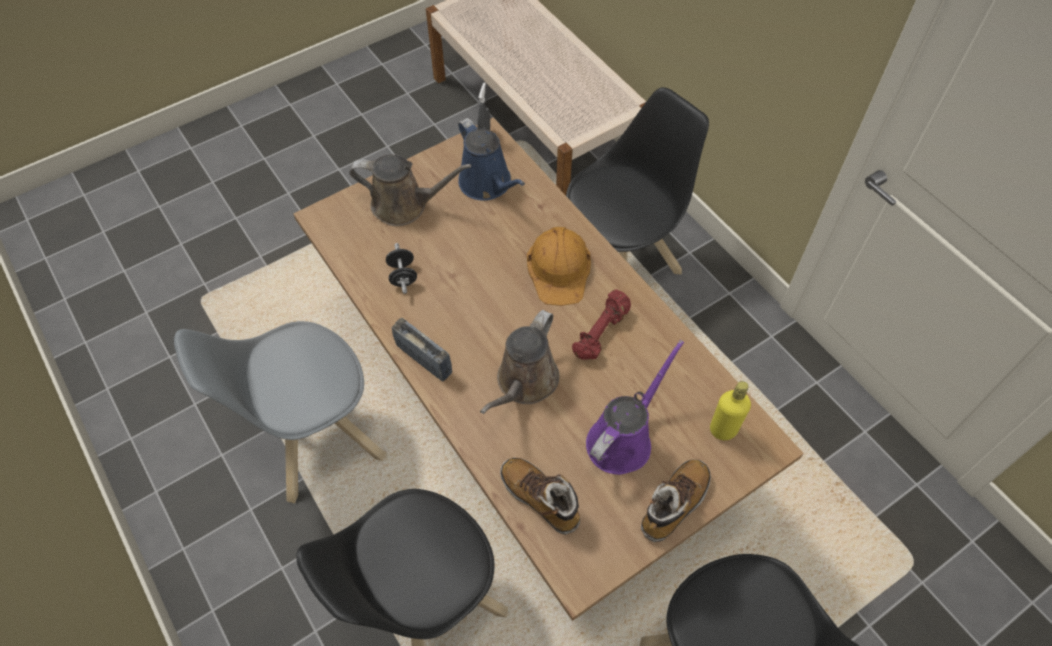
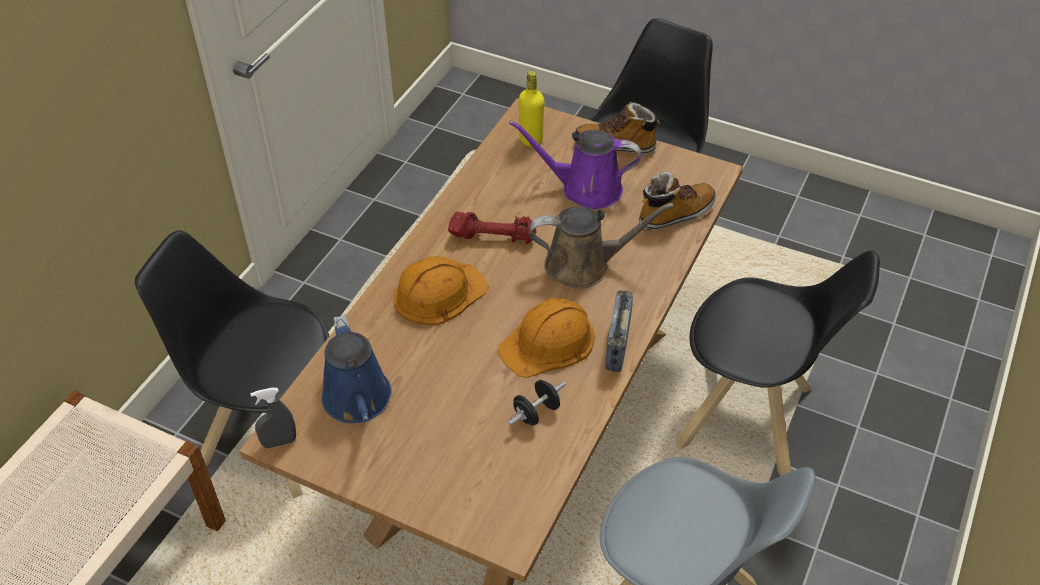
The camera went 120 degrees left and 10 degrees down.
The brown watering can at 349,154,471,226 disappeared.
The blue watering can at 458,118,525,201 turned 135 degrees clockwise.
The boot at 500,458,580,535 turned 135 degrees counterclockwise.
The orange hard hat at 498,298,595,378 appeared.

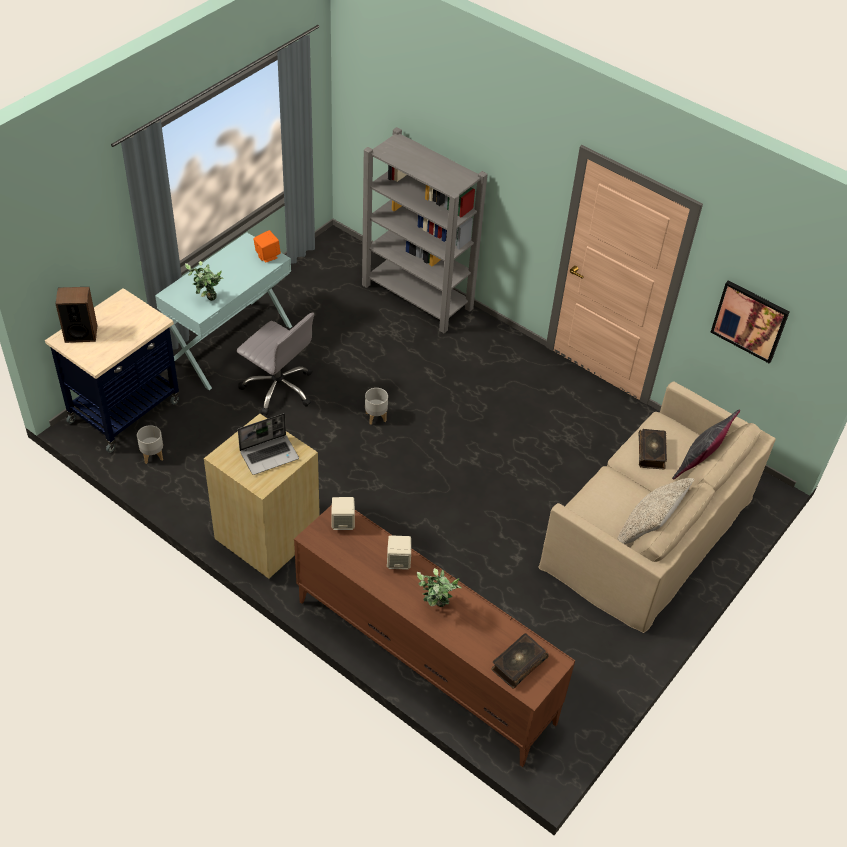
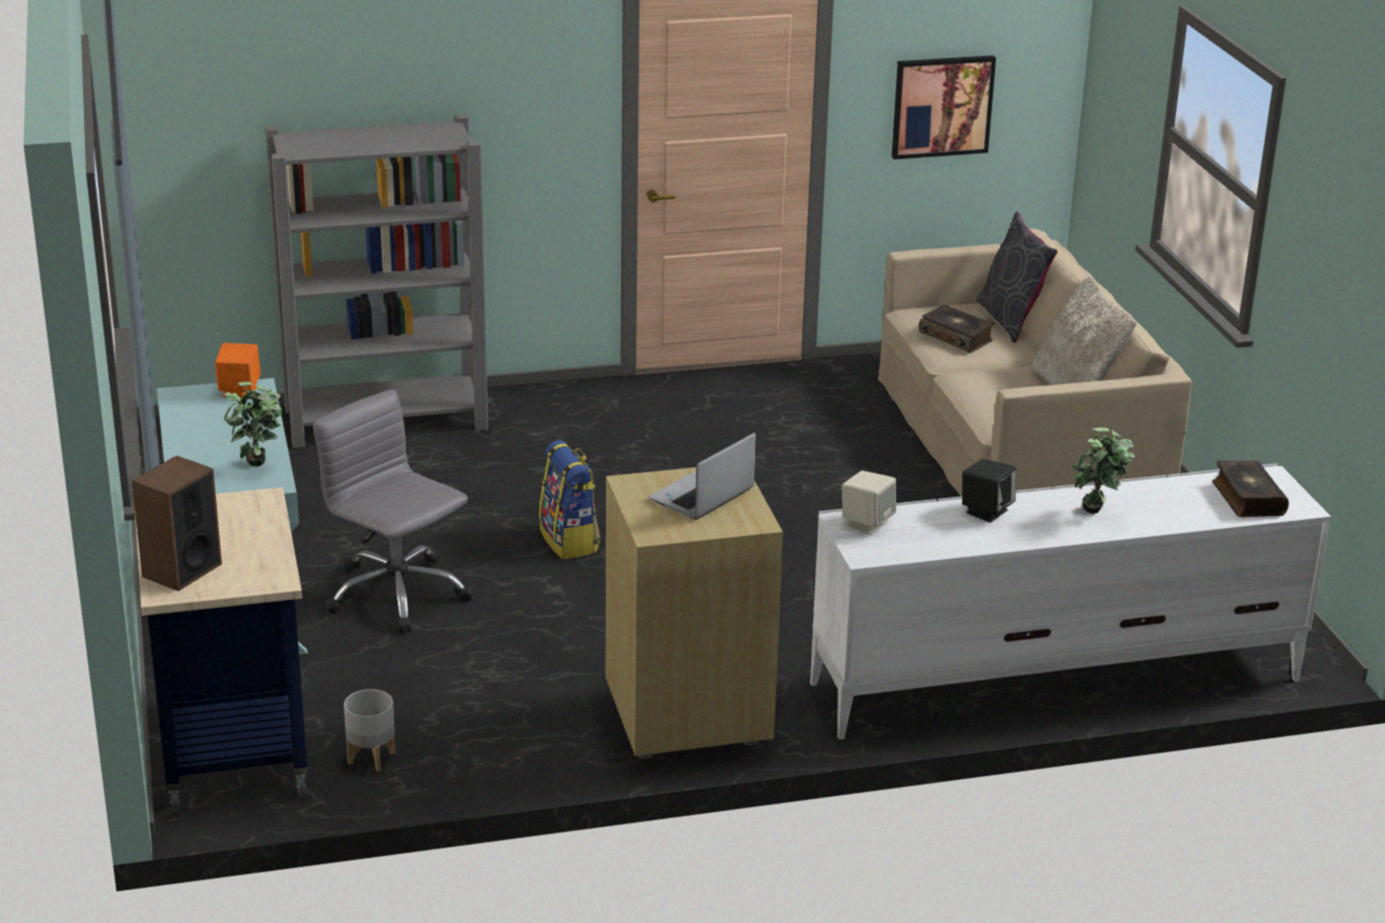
The camera went 50 degrees left and 20 degrees down.
The grey office chair at 237,313,314,415 turned 120 degrees counterclockwise.
The laptop at 238,413,299,475 turned 150 degrees counterclockwise.
The brown cabinet at 294,505,575,767 became the white cabinet at 810,464,1331,740.
The grey planter at 365,388,388,425 was replaced by the backpack at 539,440,600,560.
The beige speaker at 387,535,411,570 became the black speaker at 962,459,1016,523.

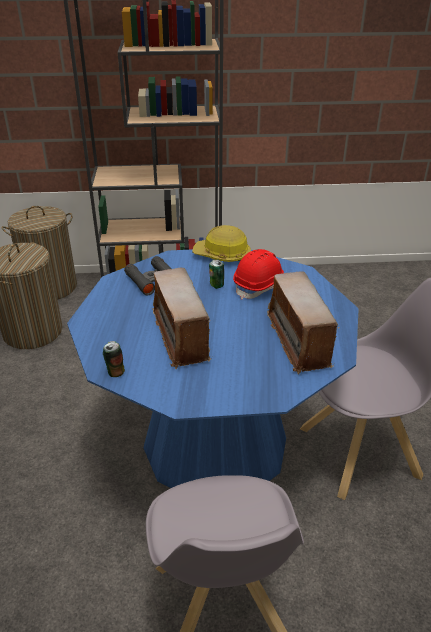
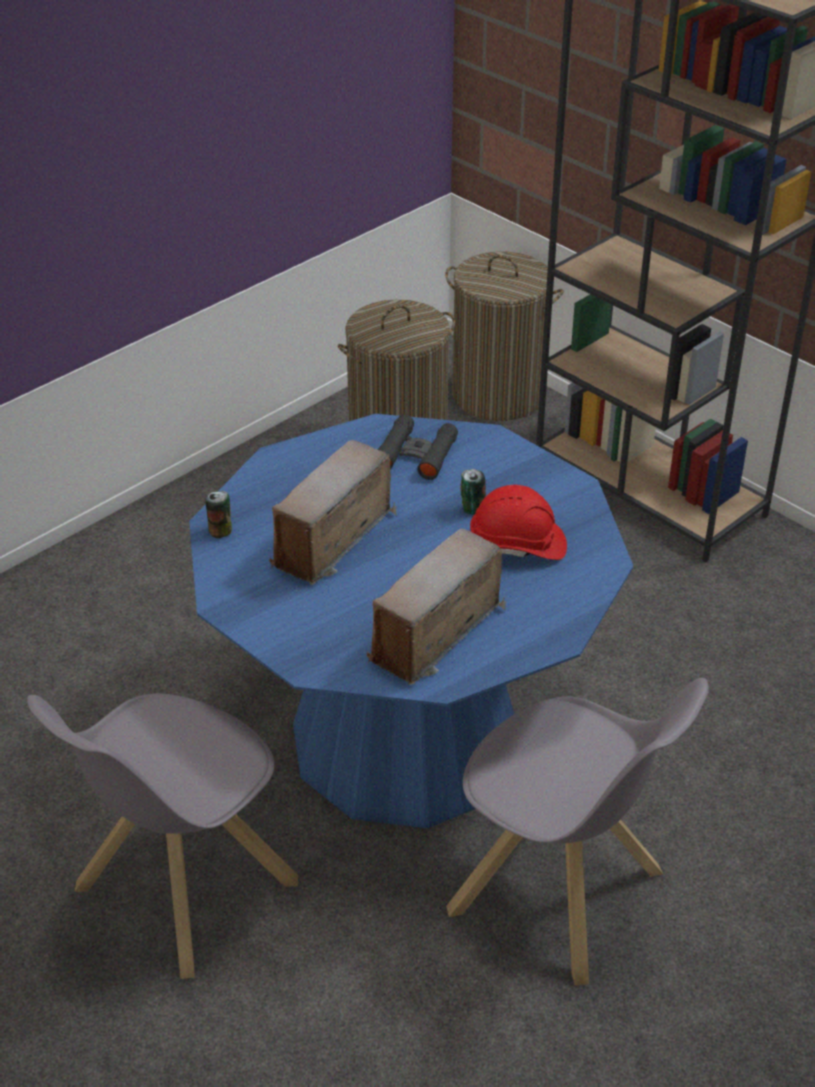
The camera went 50 degrees right and 5 degrees up.
The hard hat at 192,225,251,262 disappeared.

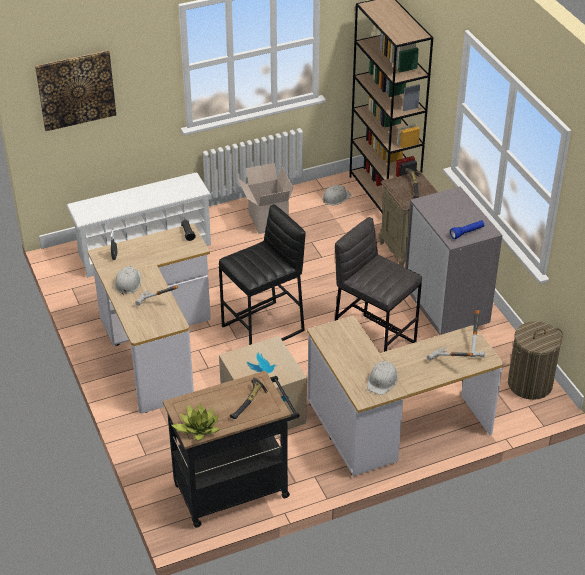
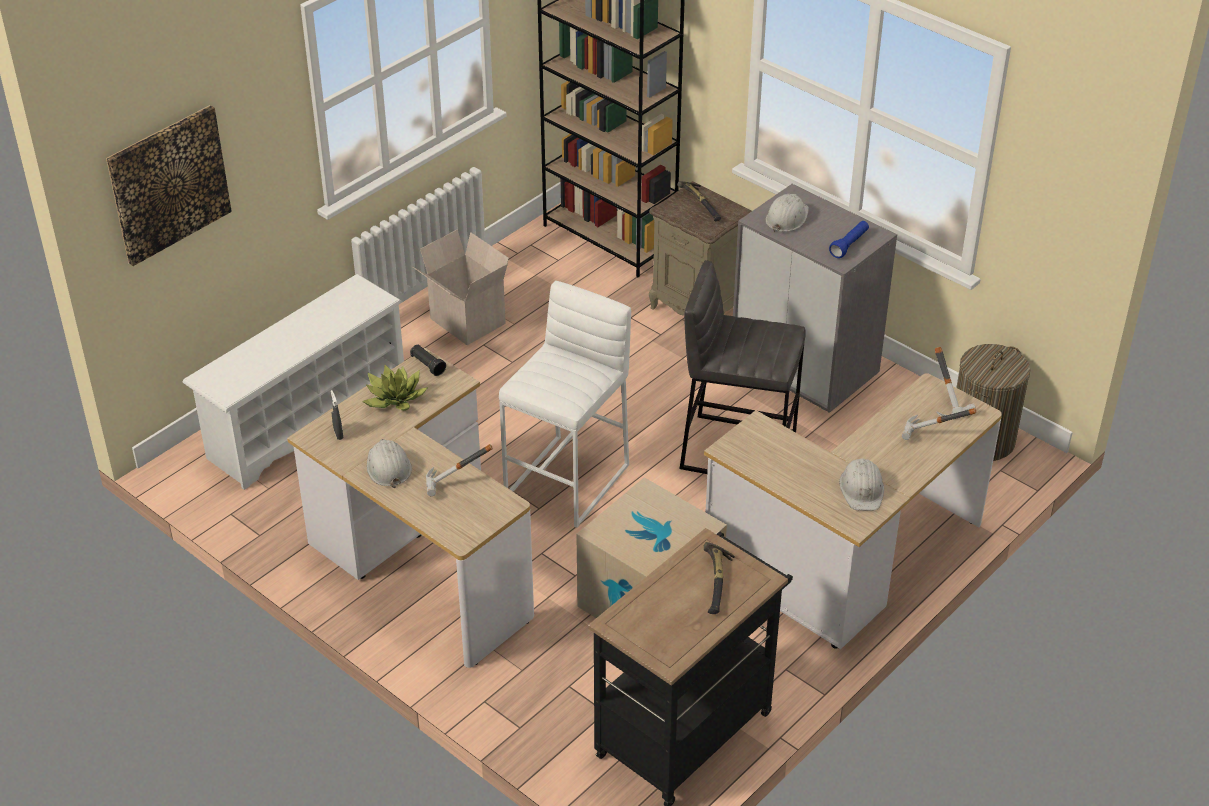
The camera went 25 degrees left and 0 degrees up.
The potted plant moved from 171,403,220,441 to 362,365,428,411.
The black stool at 219,204,306,345 became the white stool at 499,281,631,528.
The white hard hat moved from 322,185,351,205 to 765,194,809,232.

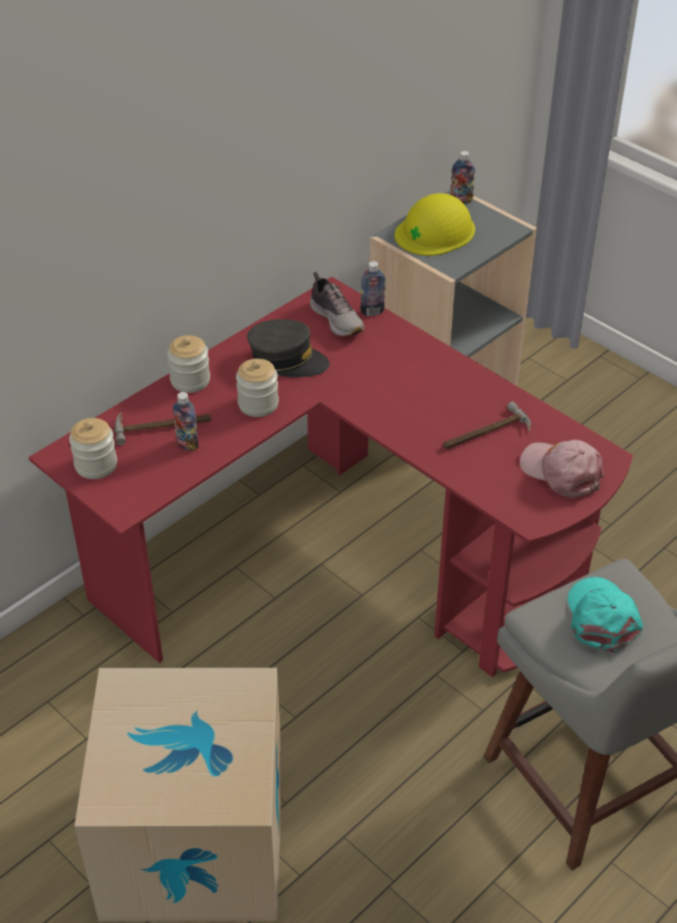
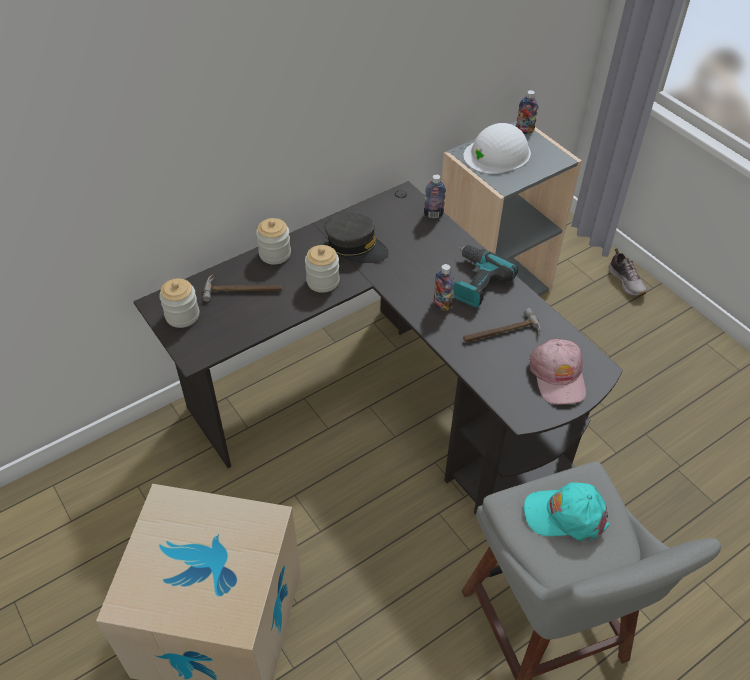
The camera went 10 degrees right and 5 degrees up.
The red desk at 29,277,633,677 became the black desk at 133,181,623,514.
The bottle moved from 173,392,199,451 to 434,264,454,311.
The shoe moved from 310,272,364,336 to 608,248,647,296.
The yellow hard hat at 394,193,475,256 became the white hard hat at 463,123,531,174.
The pink cap at 520,440,604,498 turned 150 degrees counterclockwise.
The turquoise cap at 568,577,643,653 turned 90 degrees counterclockwise.
The power drill at 453,245,518,308 appeared.

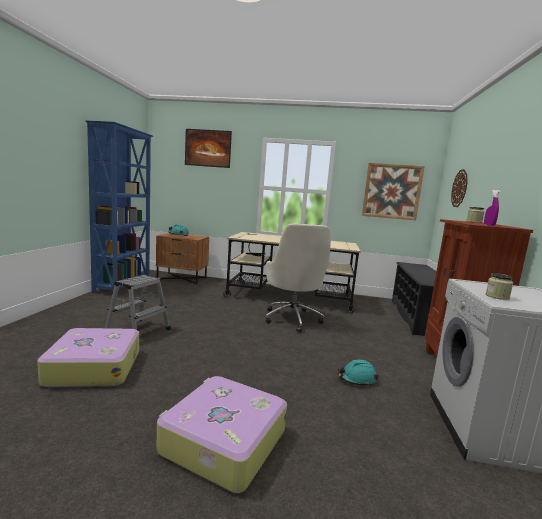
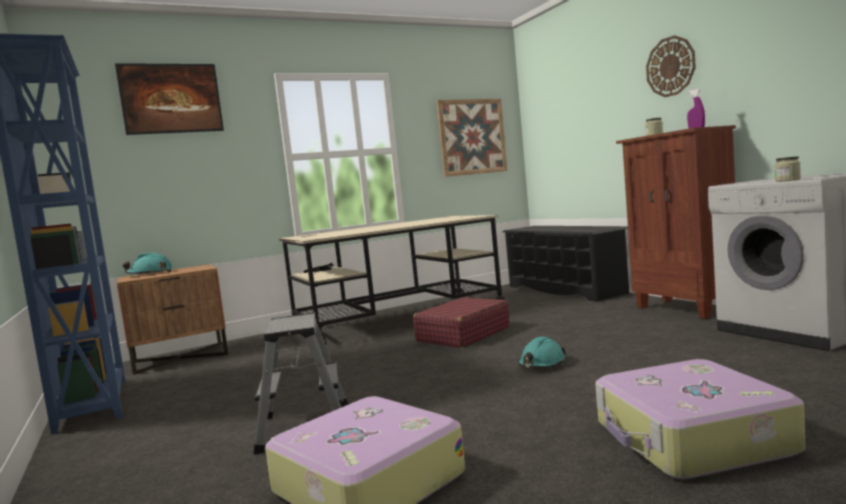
The camera went 35 degrees left and 5 degrees down.
The beige office chair at 266,224,331,333 was replaced by the red suitcase at 413,297,509,348.
The turquoise hard hat moved from 338,359,378,387 to 518,337,566,368.
The wall clock moved from 451,169,468,207 to 646,35,696,97.

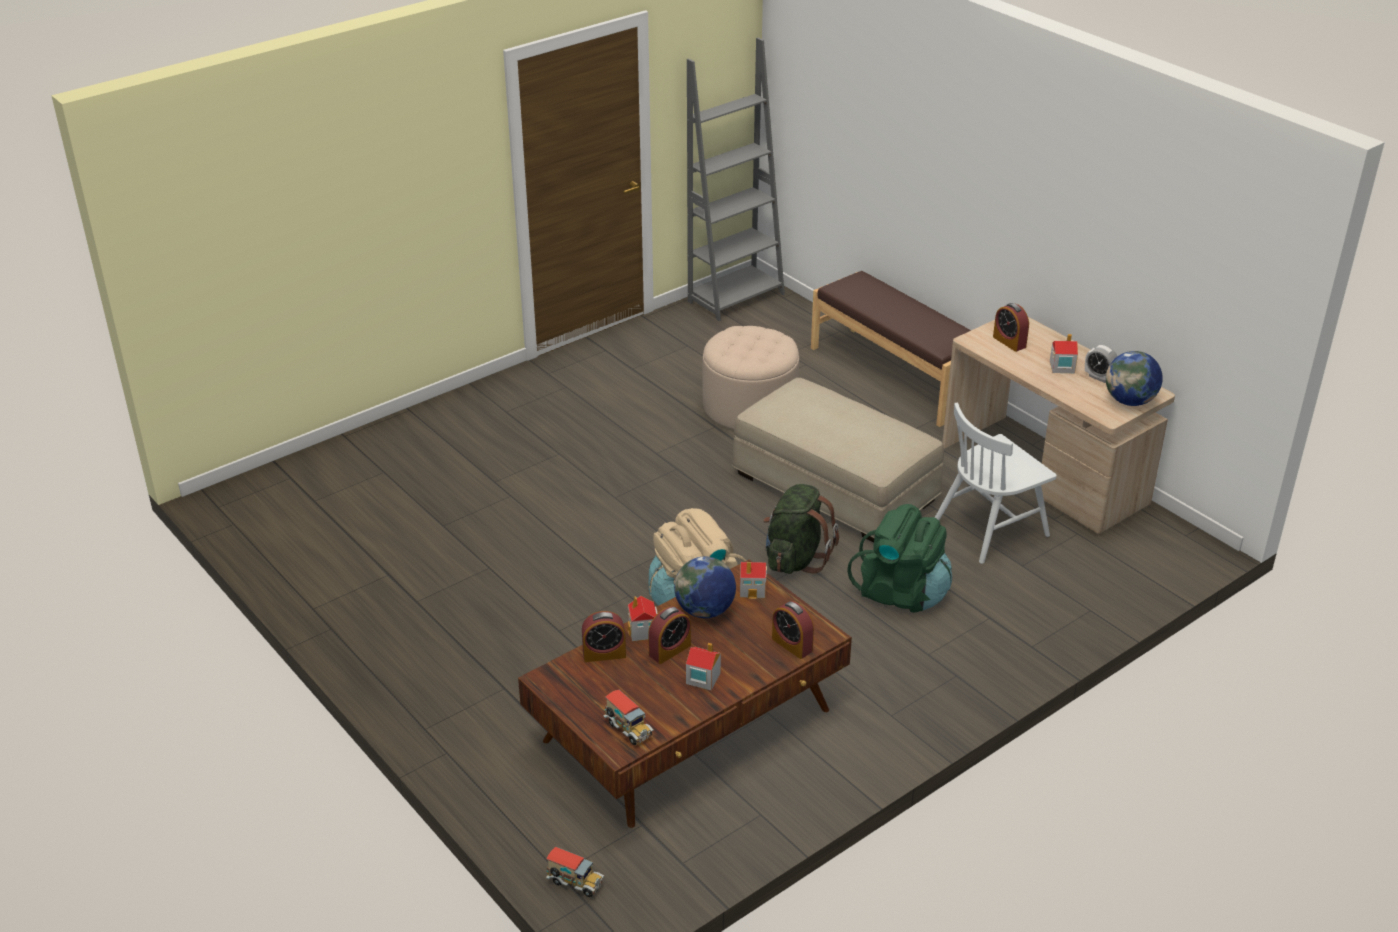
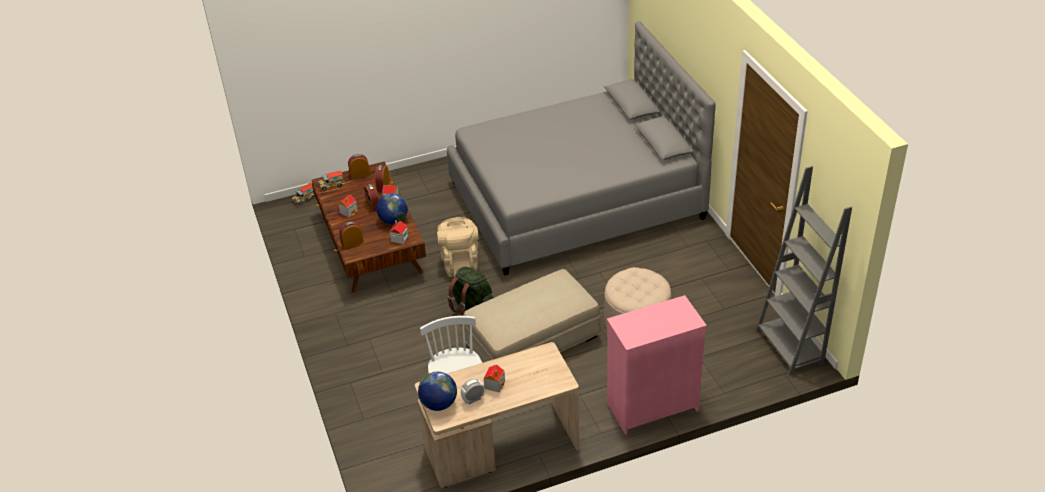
The camera went 110 degrees right and 5 degrees up.
The brown bench at 811,271,971,427 was replaced by the pink dresser at 607,295,707,435.
The green backpack at 847,504,952,612 disappeared.
The alarm clock moved from 993,303,1029,352 to 348,154,370,179.
The grey bed at 447,21,716,276 appeared.

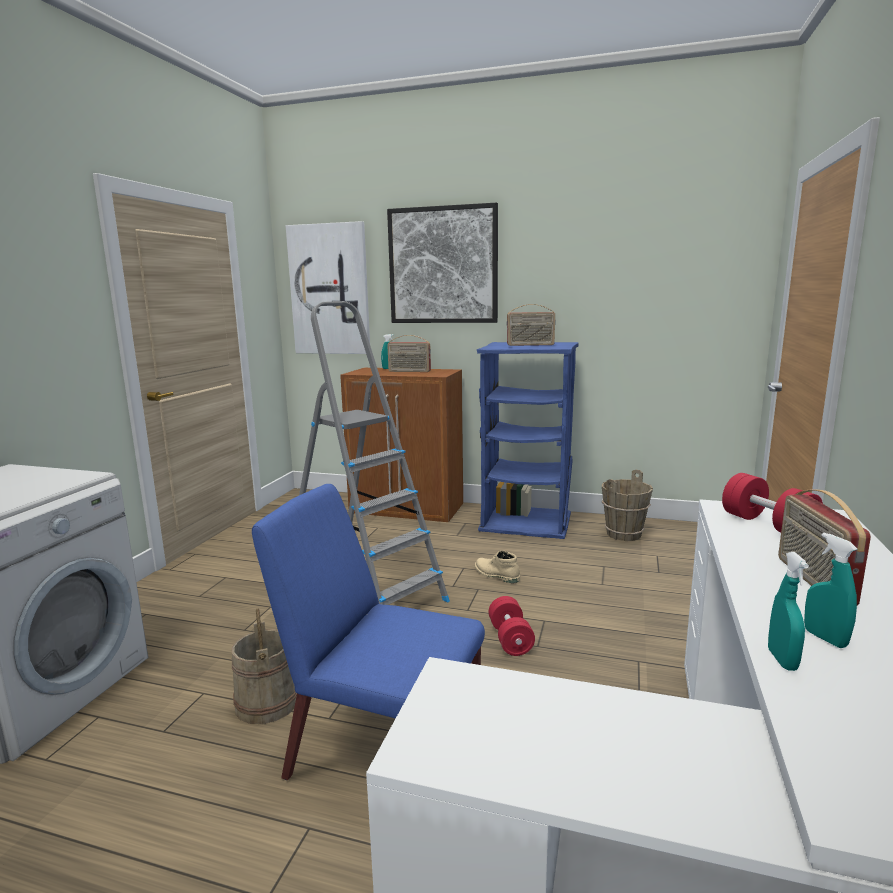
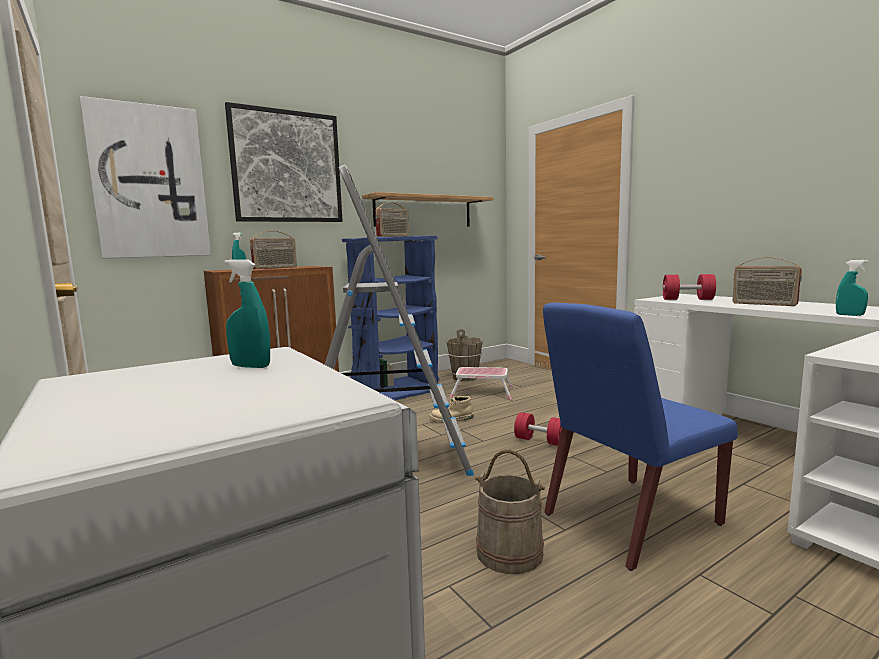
The camera went 50 degrees left and 5 degrees down.
The turquoise spray bottle moved from 804,533,857,648 to 224,259,270,368.
The shelf at 362,192,493,227 appeared.
The pink step ladder at 450,367,513,399 appeared.

